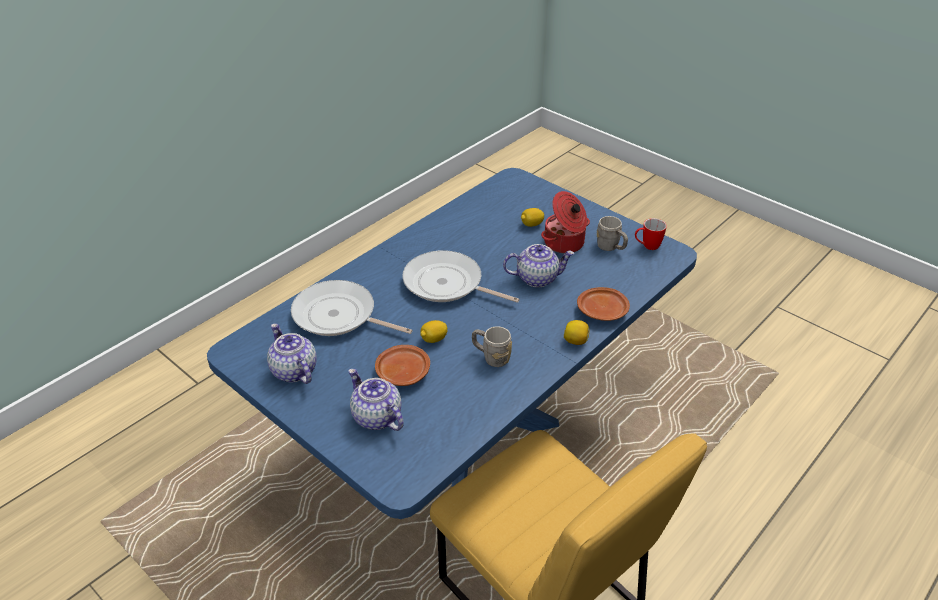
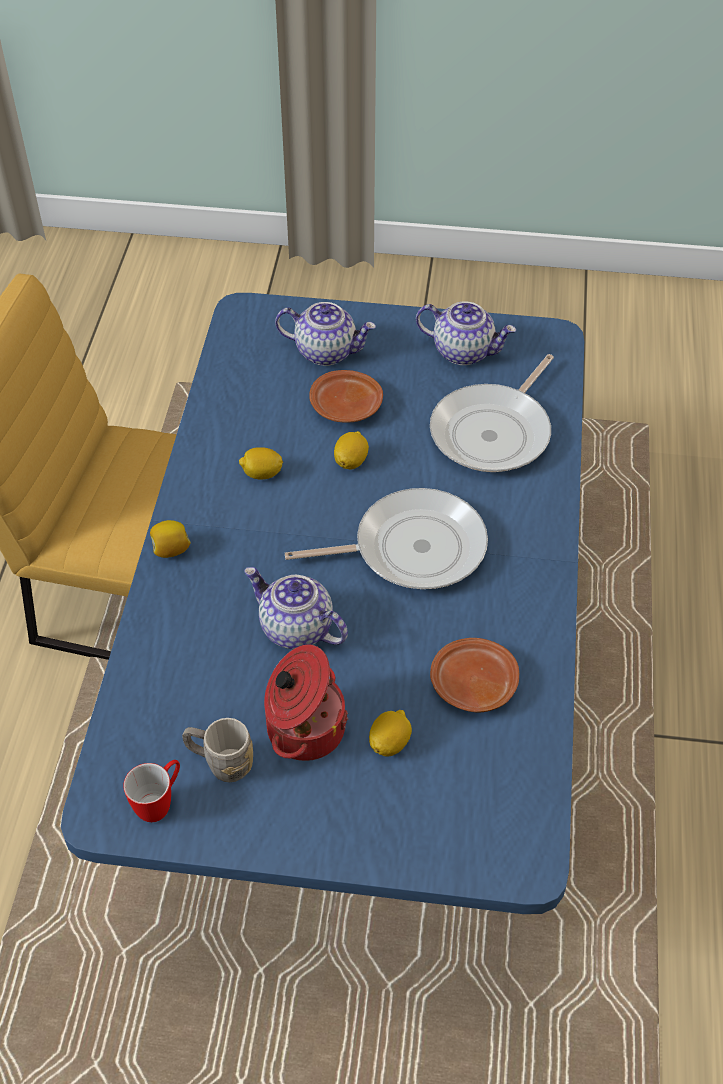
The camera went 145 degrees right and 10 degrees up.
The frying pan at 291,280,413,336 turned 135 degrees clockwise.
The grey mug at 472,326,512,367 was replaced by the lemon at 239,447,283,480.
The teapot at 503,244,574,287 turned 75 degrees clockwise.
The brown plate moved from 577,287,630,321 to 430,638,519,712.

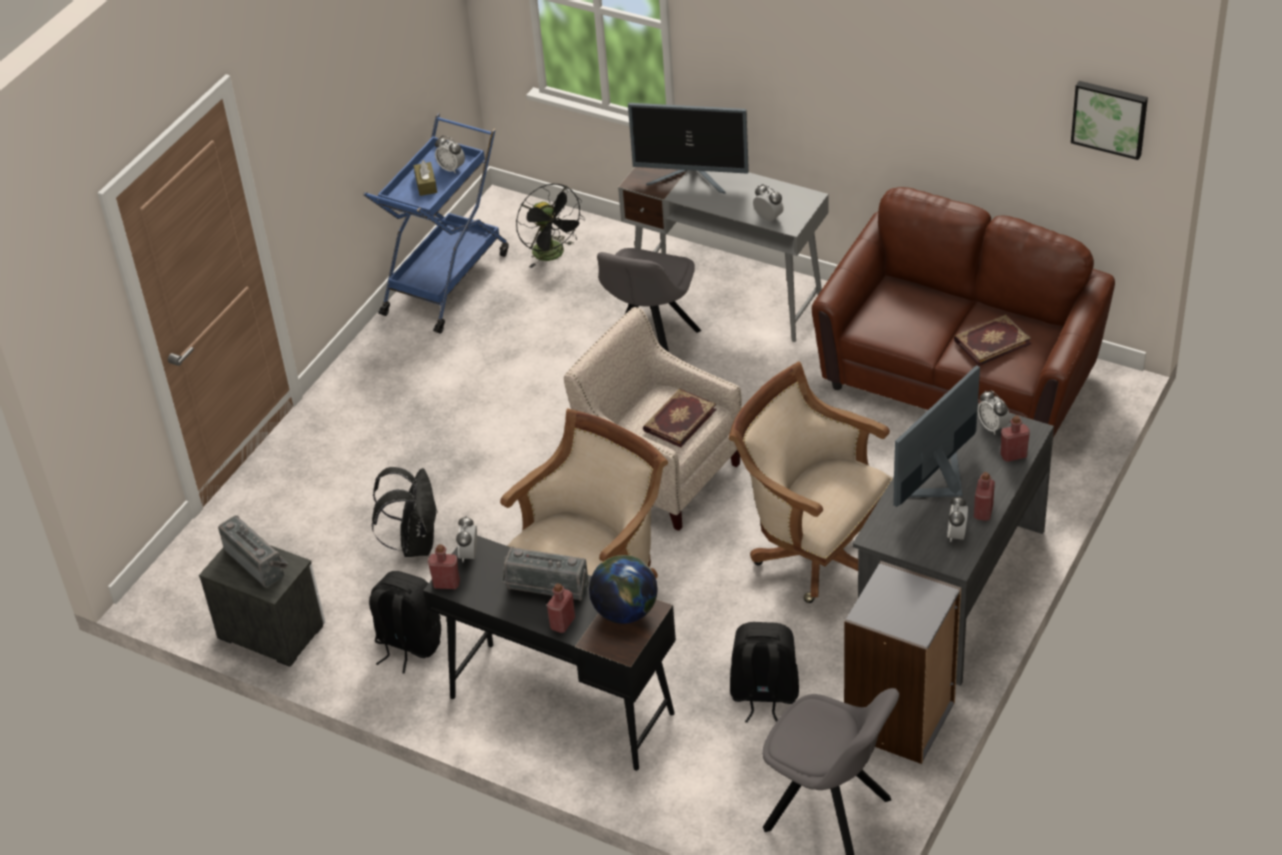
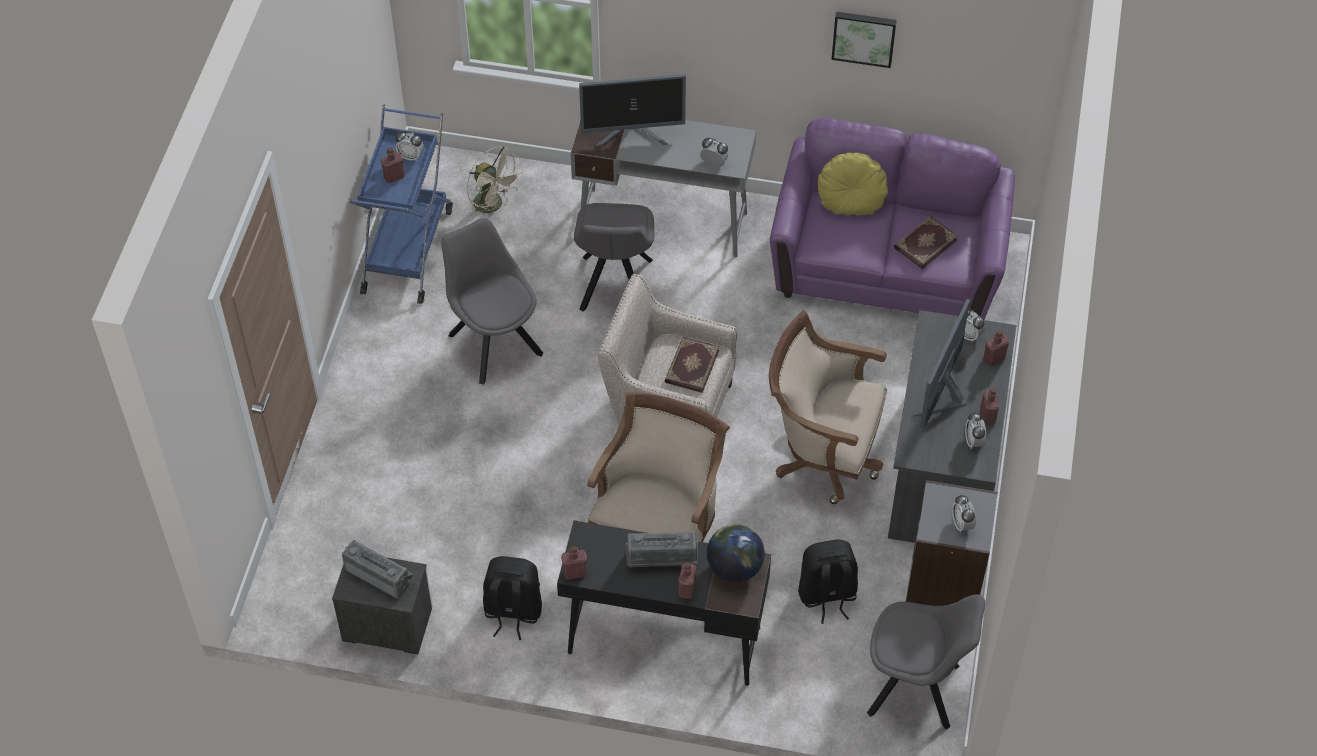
The camera went 20 degrees left and 10 degrees up.
The black backpack at 371,467,438,557 disappeared.
The brown tissue box at 413,160,437,196 was replaced by the red bottle at 381,148,405,183.
The alarm clock moved from 456,516,477,562 to 952,494,976,533.
The black fan at 516,184,585,268 became the beige fan at 467,146,523,220.
The brown sofa at 812,187,1115,438 became the purple sofa at 770,118,1015,320.
The picture moved from 1071,81,1148,160 to 831,12,897,68.
The grey chair at 441,218,543,384 appeared.
The yellow pillow at 818,152,888,216 appeared.

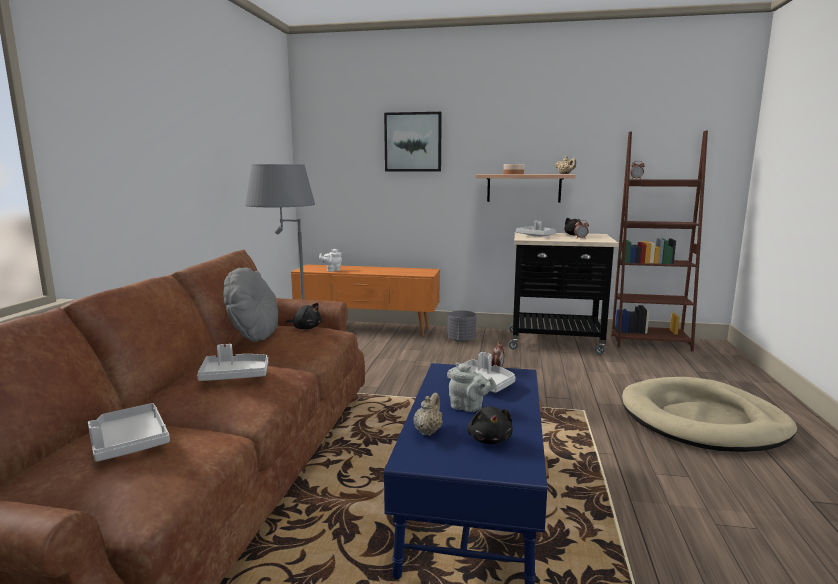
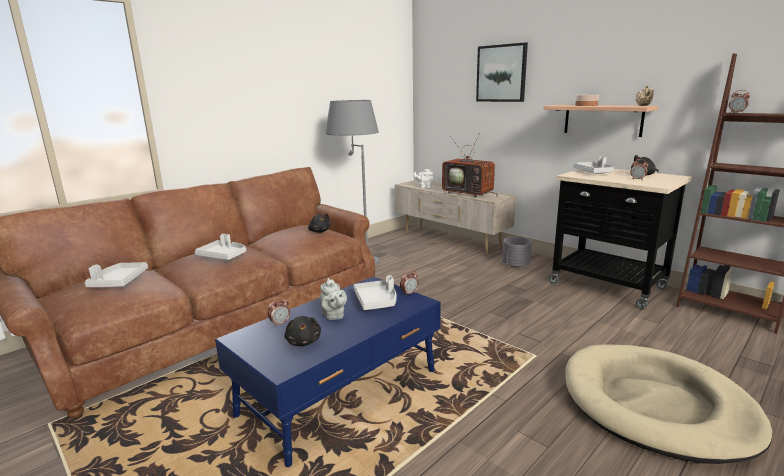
The camera went 35 degrees right and 5 degrees up.
The grey pillow at 223,267,278,342 disappeared.
The orange tv stand at 291,264,440,336 became the beige tv stand at 394,180,516,255.
The beige teapot at 413,392,443,436 was replaced by the alarm clock at 268,297,290,326.
The black plush toy at 467,406,513,444 turned 45 degrees counterclockwise.
The television at 442,132,498,197 appeared.

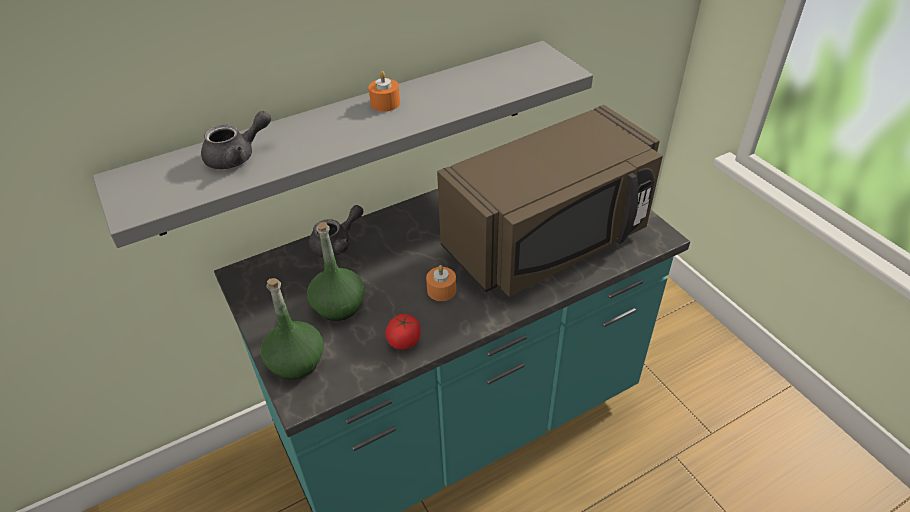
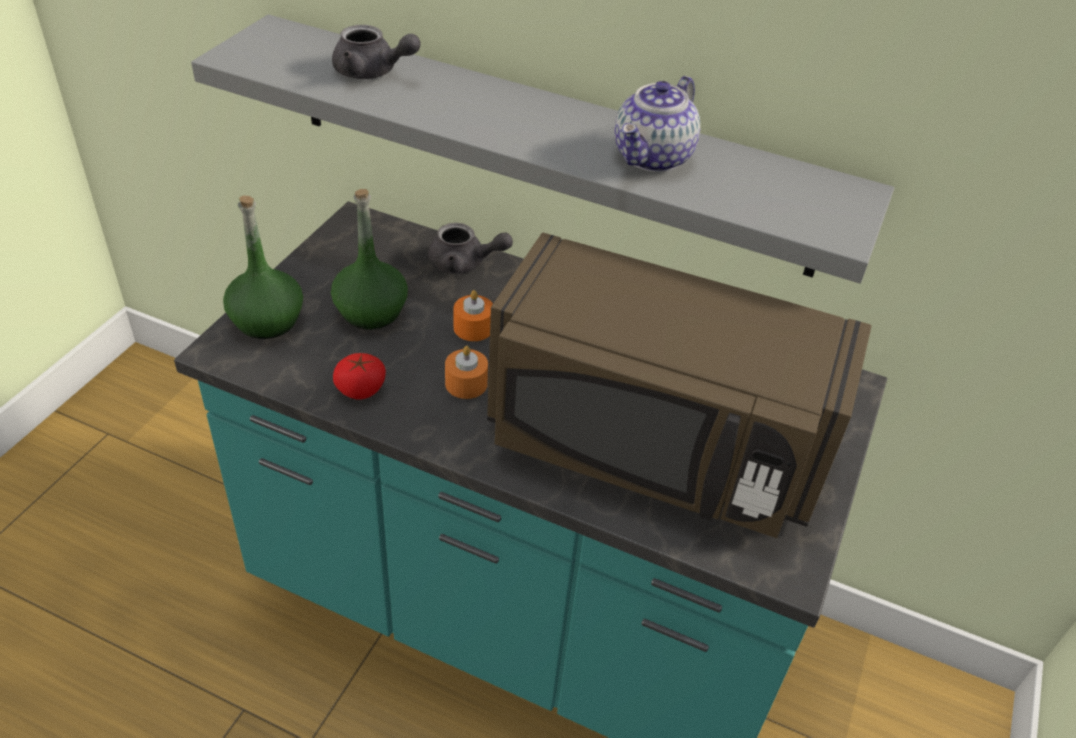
The camera went 50 degrees right and 0 degrees up.
The orange candle moved from 369,71,400,112 to 454,290,493,341.
The teapot at 615,76,700,172 appeared.

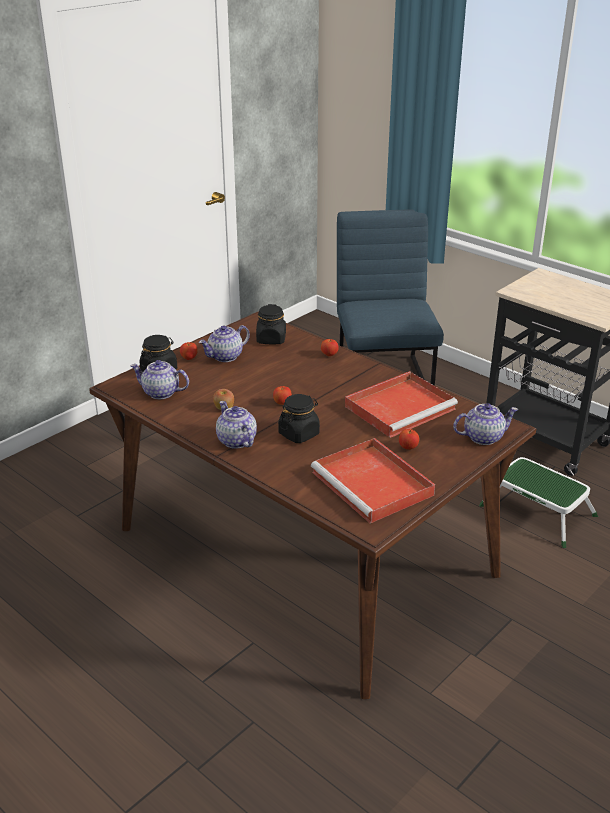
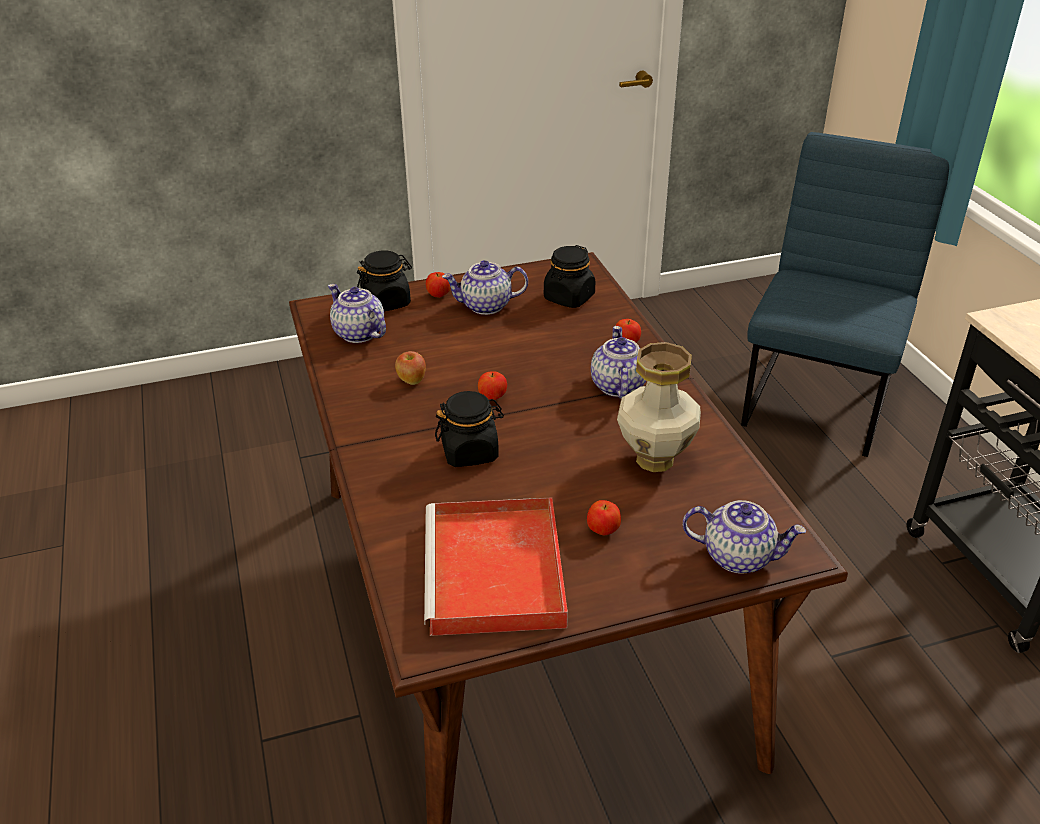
The camera went 30 degrees right and 5 degrees up.
The teapot moved from 216,401,257,449 to 591,326,646,399.
The red tray at 345,371,458,438 was replaced by the vase at 617,342,701,472.
The green step ladder at 479,457,598,548 disappeared.

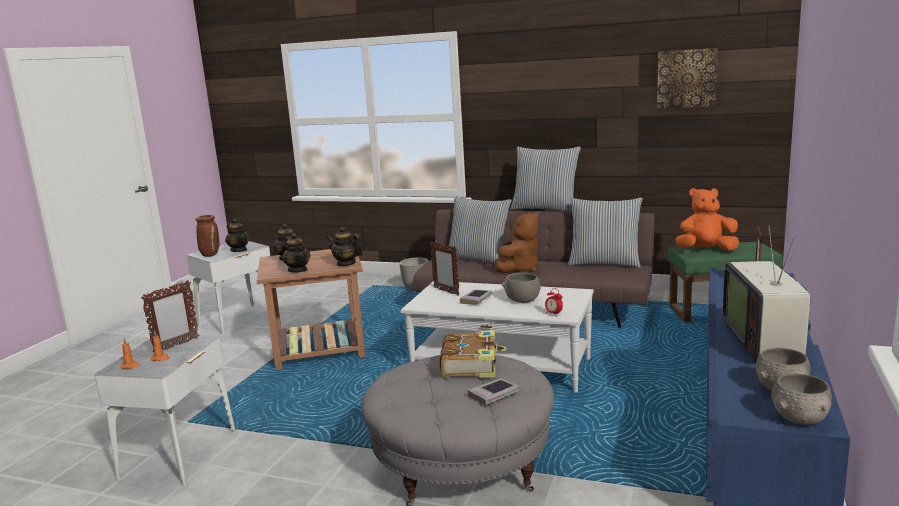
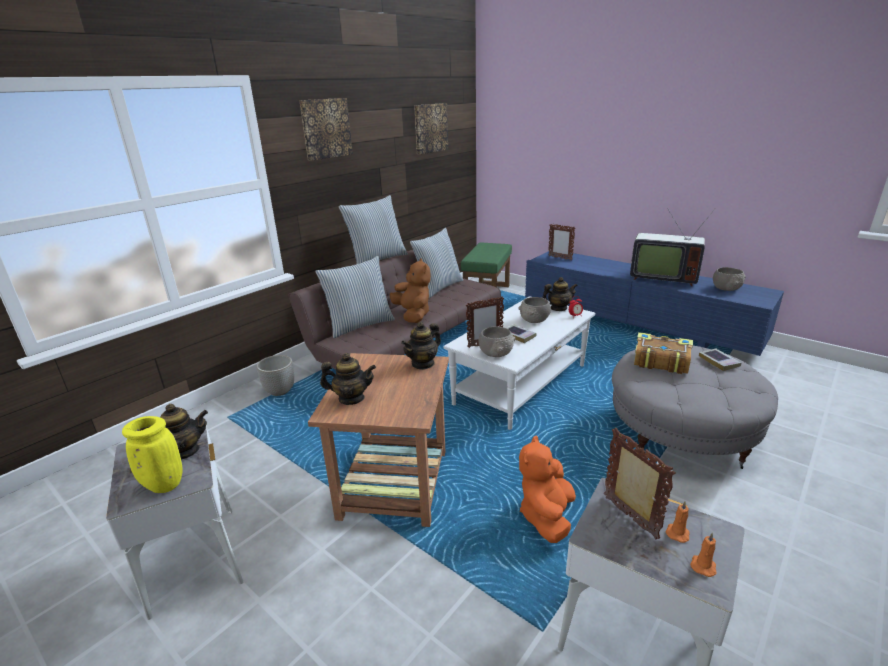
The camera went 70 degrees left and 10 degrees up.
The brown vase at 196,215,220,257 became the yellow vase at 122,416,183,493.
The teapot moved from 282,233,311,272 to 542,277,578,311.
The orange plush toy moved from 675,188,739,251 to 519,436,576,543.
The grey bowl moved from 771,374,832,425 to 478,326,515,357.
The picture at 299,98,353,161 appeared.

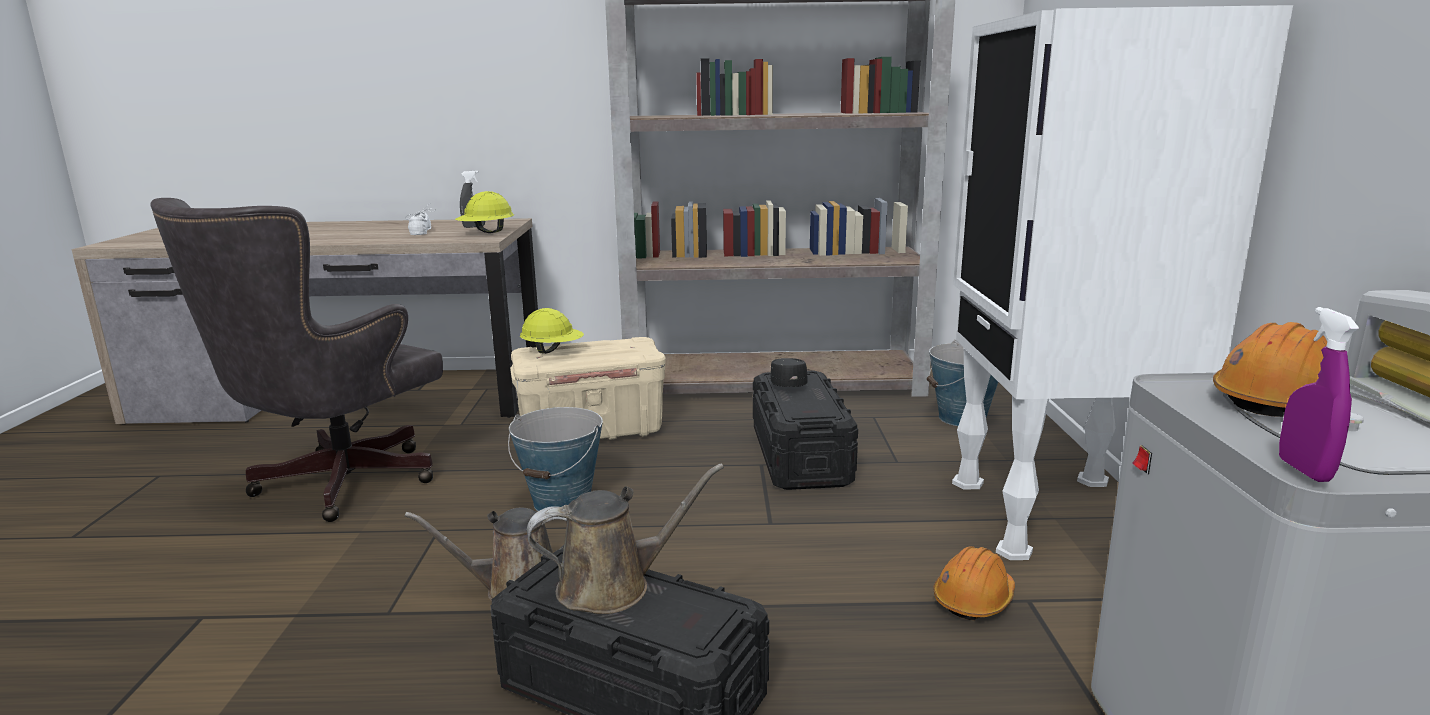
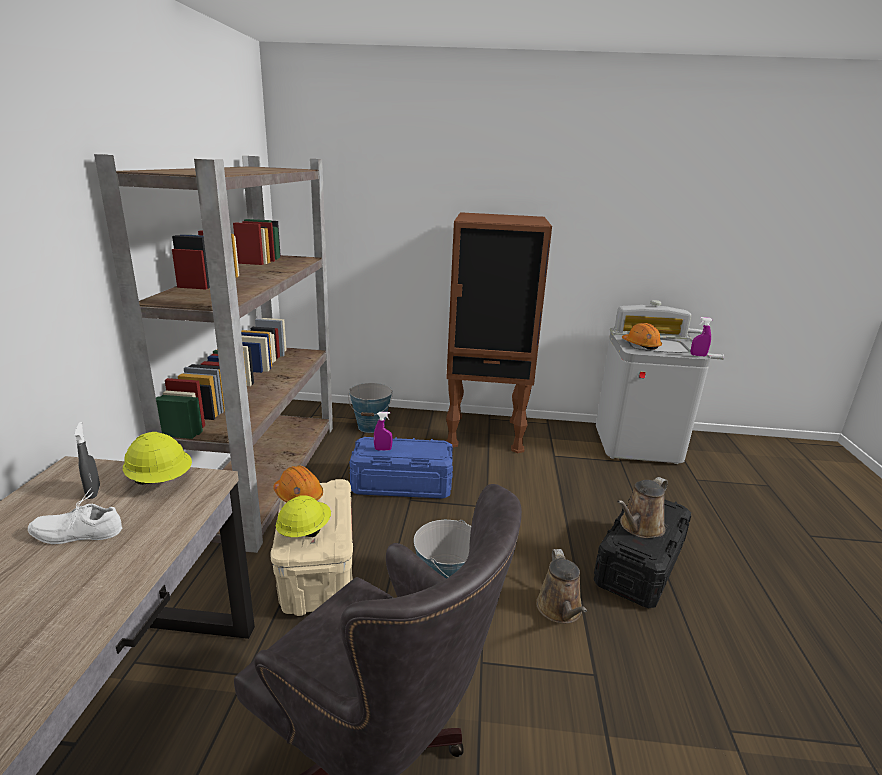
The camera went 85 degrees left and 5 degrees up.
The brown watering can at 527,464,724,614 turned 120 degrees counterclockwise.
The black storage box at 753,371,858,490 became the blue storage box at 350,437,453,499.
The black cap at 770,358,808,387 was replaced by the purple spray bottle at 374,412,393,451.
The orange hard hat moved from 933,546,1015,620 to 273,466,323,503.
The white cabinet at 952,5,1293,560 became the brown cabinet at 446,212,552,453.

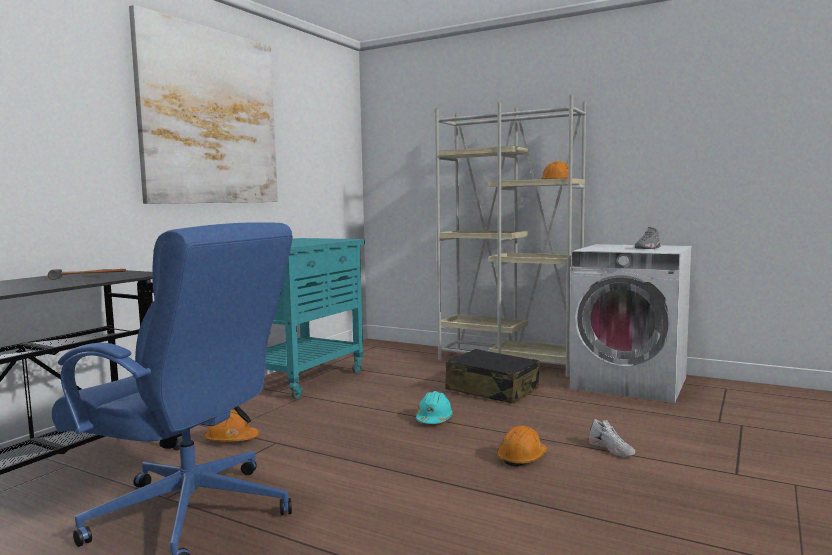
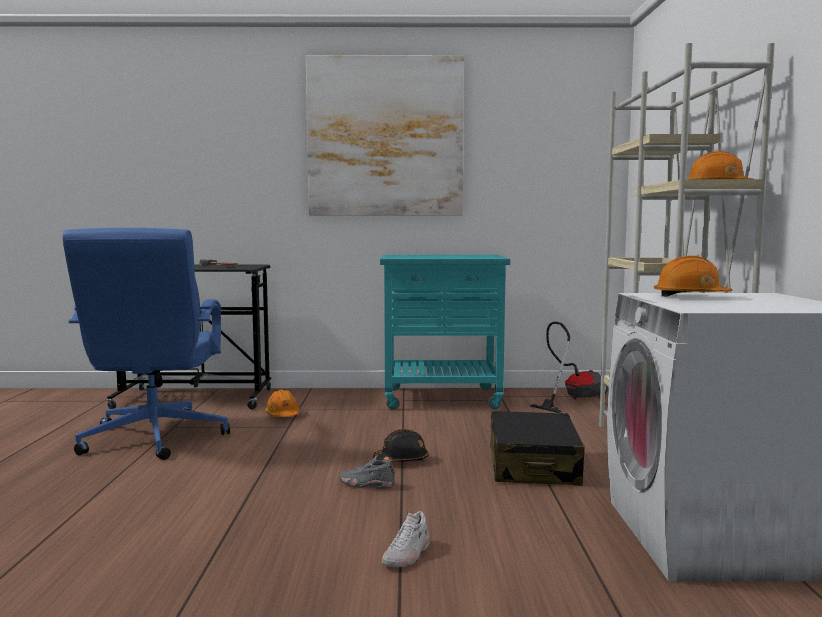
The camera went 60 degrees right and 0 degrees up.
The turquoise hard hat at 416,391,453,424 became the black hard hat at 373,429,429,462.
The orange hard hat moved from 497,426,547,467 to 654,256,733,297.
The grey shoe moved from 635,227,661,249 to 339,455,395,489.
The vacuum cleaner at 530,322,608,413 appeared.

